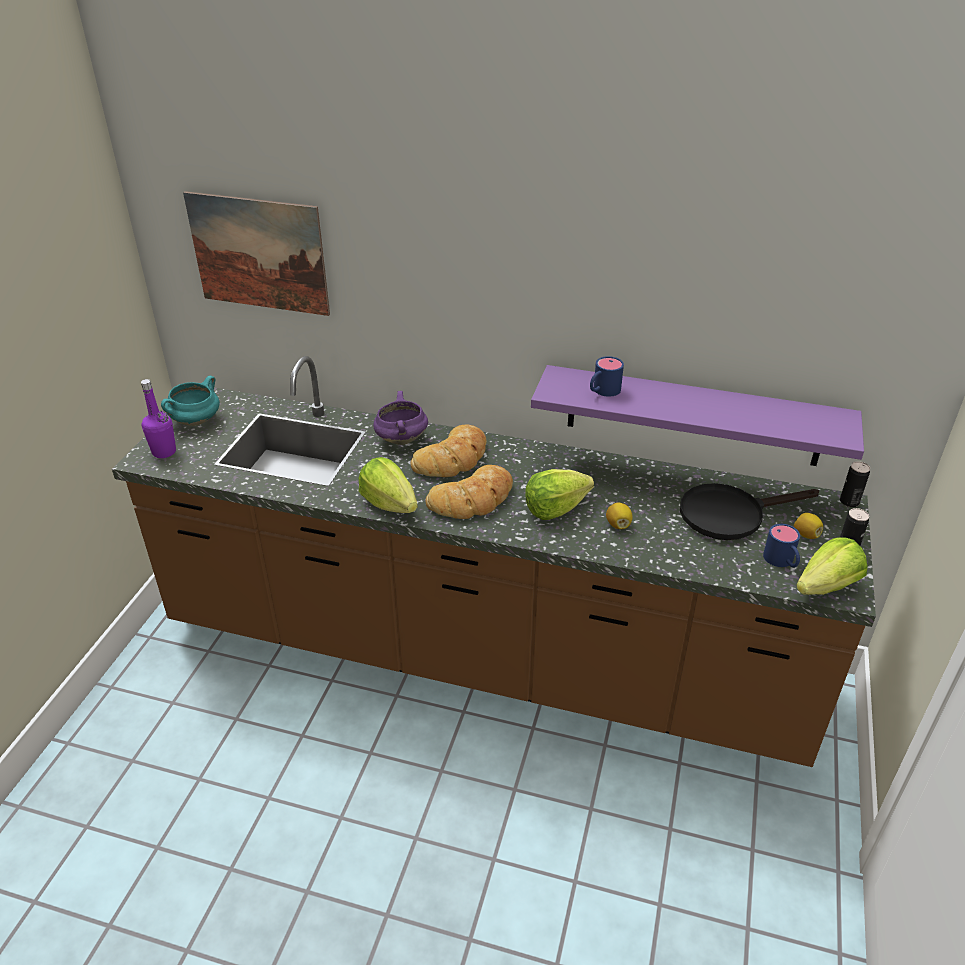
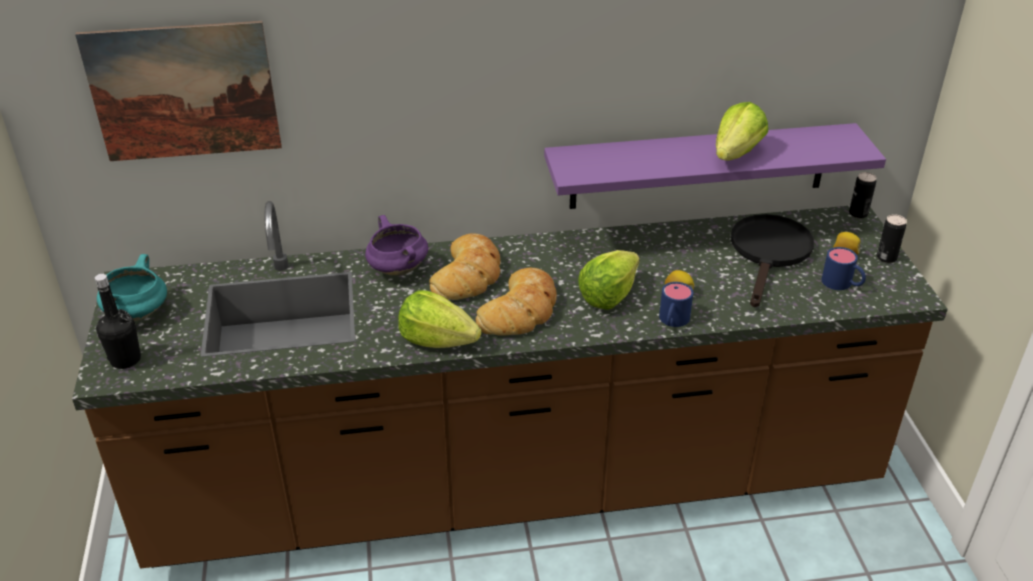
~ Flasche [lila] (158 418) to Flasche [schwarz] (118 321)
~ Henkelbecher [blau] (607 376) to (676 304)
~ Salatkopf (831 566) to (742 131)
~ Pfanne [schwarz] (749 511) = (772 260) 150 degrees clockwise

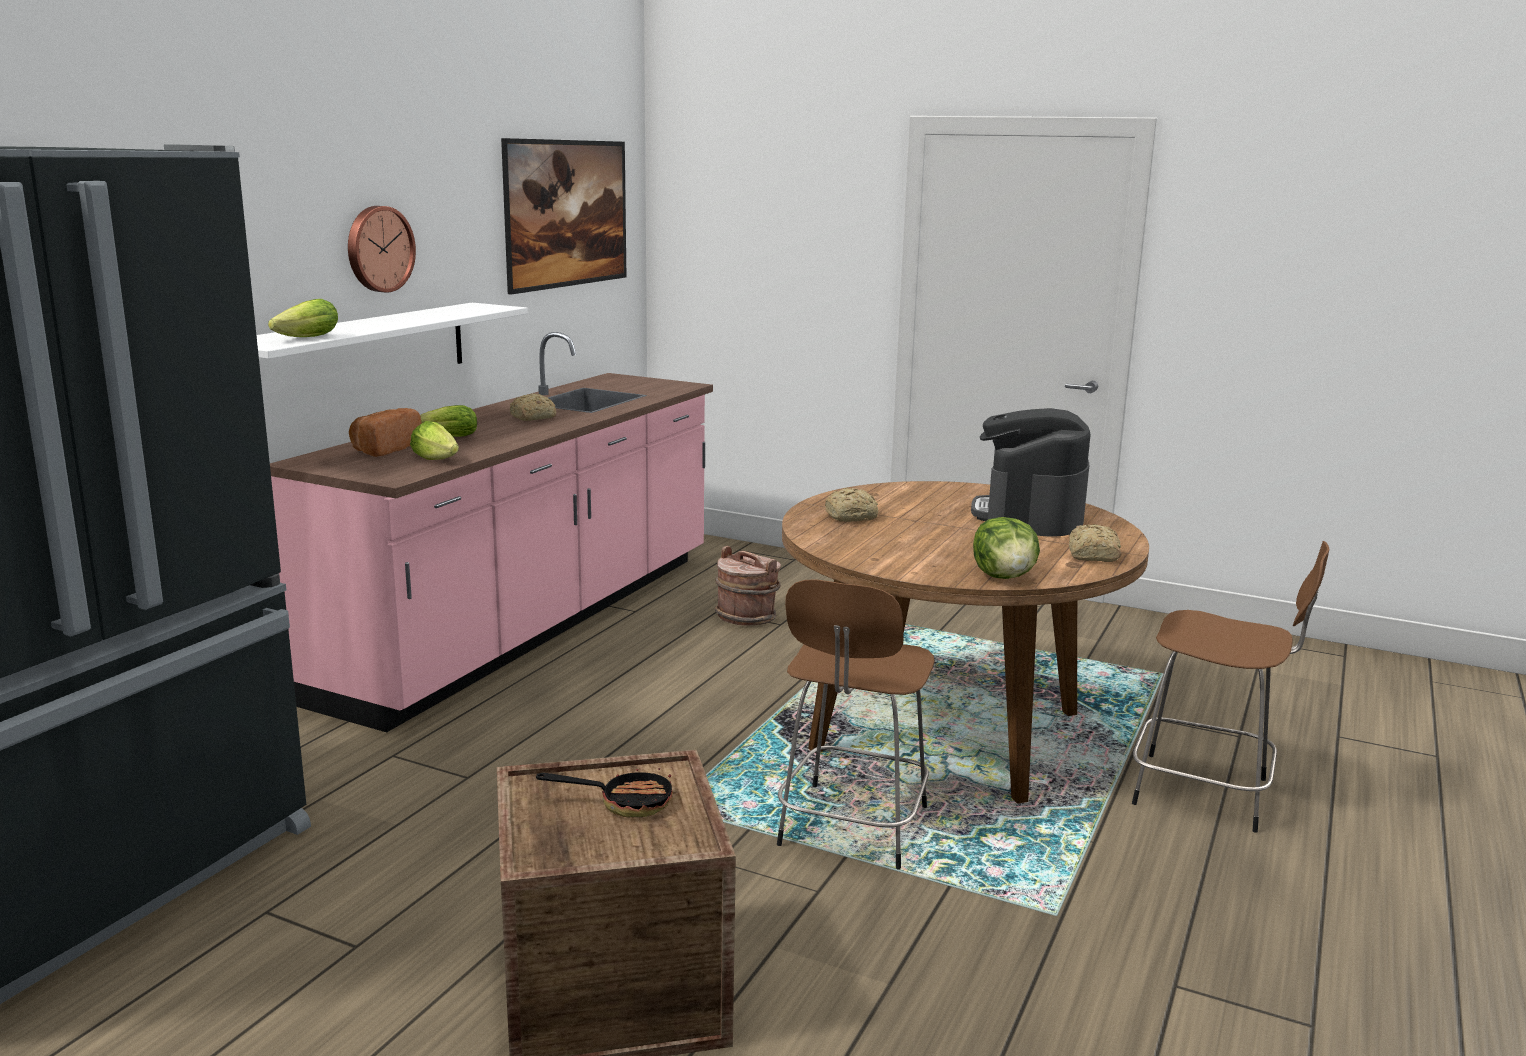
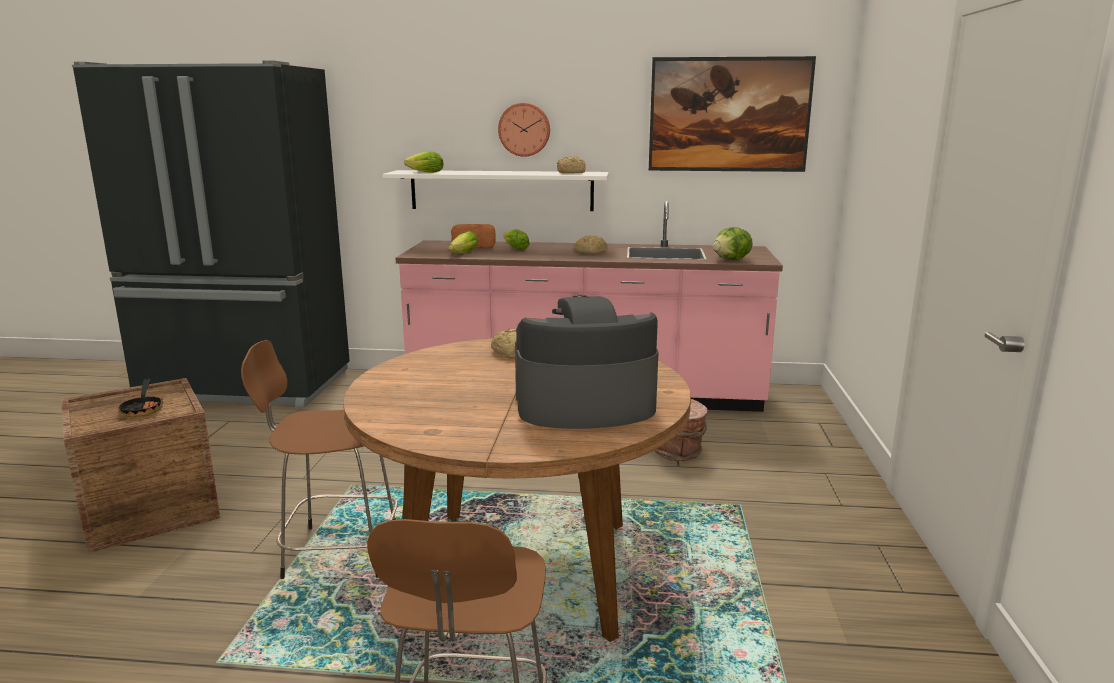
~ Brot (1095 543) to (571 165)
~ Salatkopf (1006 548) to (733 243)

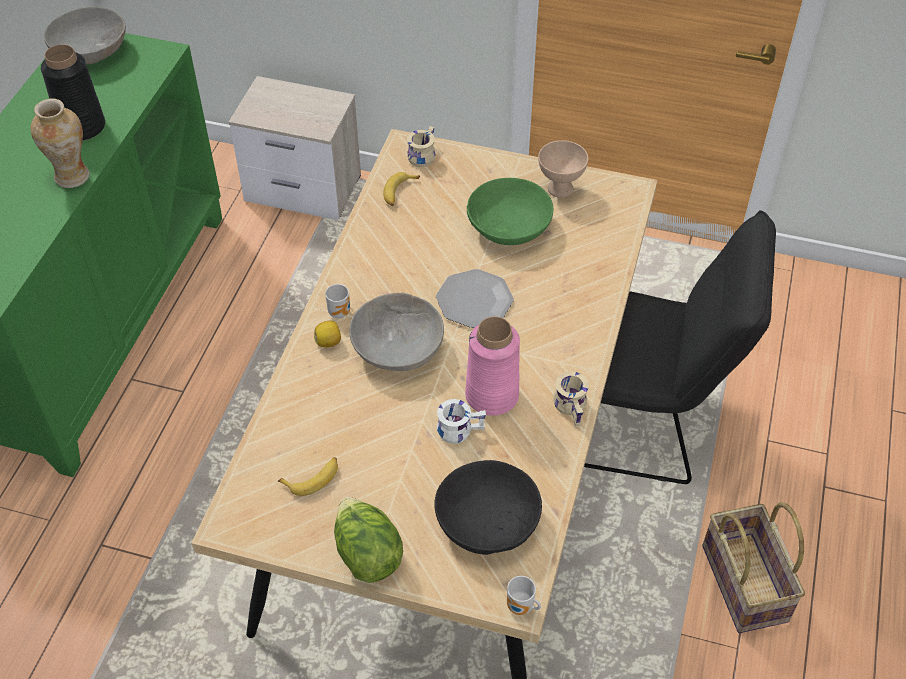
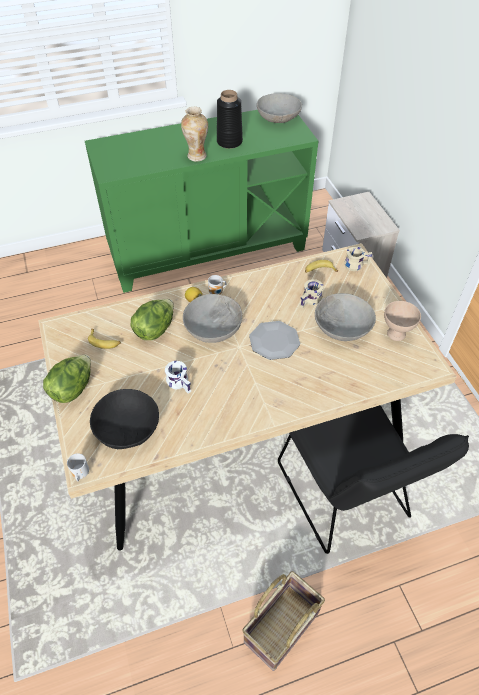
+ Salatkopf (152 319)
~ Henkelbecher [beige] (571 399) to (312 294)
~ Schüssel [grün] (510 211) to Schüssel [grau] (345 317)
- Vase [rosa] (492 366)

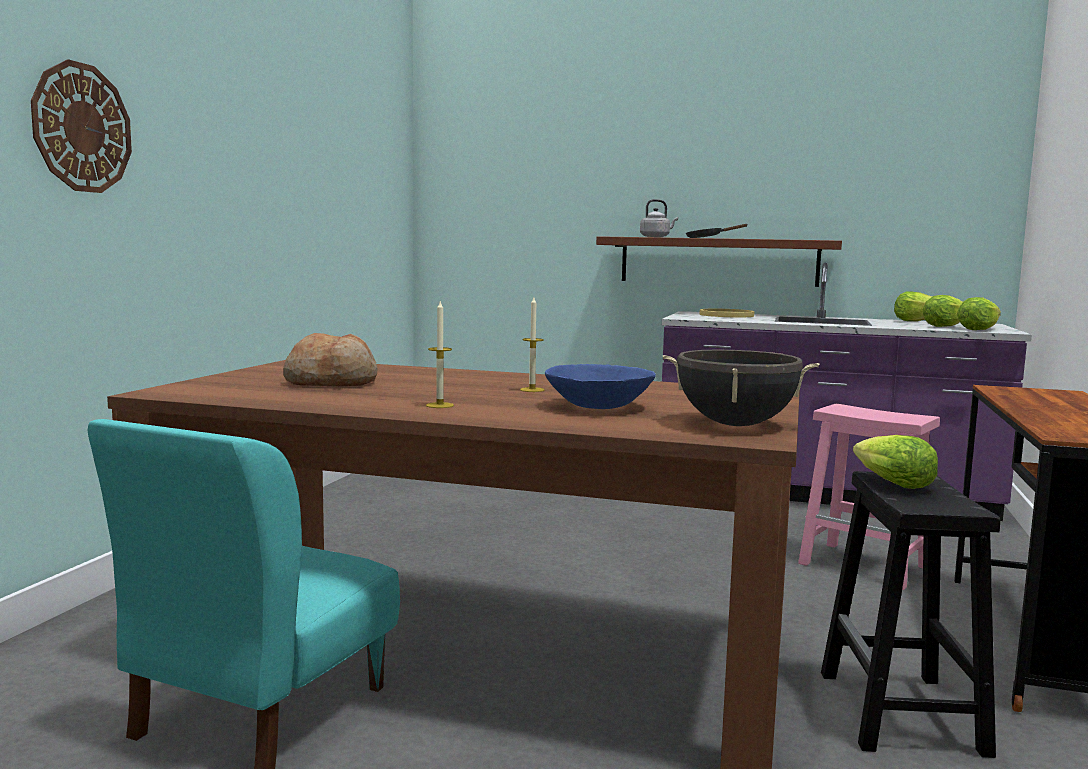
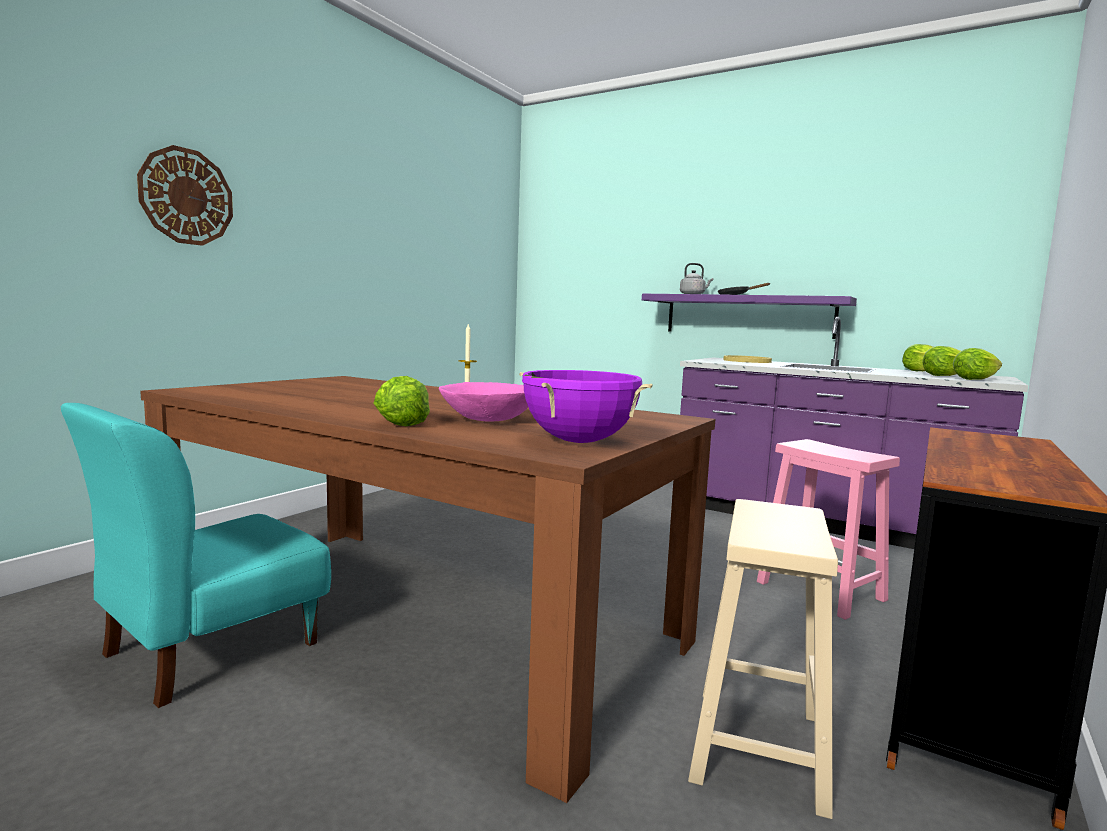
~ Salatkopf (895 462) to (401 401)
~ Schüssel [blau] (600 386) to Schüssel [rosa] (483 402)
~ Kochtopf [schwarz] (741 388) to Kochtopf [lila] (585 406)
~ Wandregal [braun] (719 261) to Wandregal [lila] (749 316)
~ Hocker [schwarz] (910 614) to Hocker [beige] (763 659)
- Brot (330 359)
- Kerze (440 355)

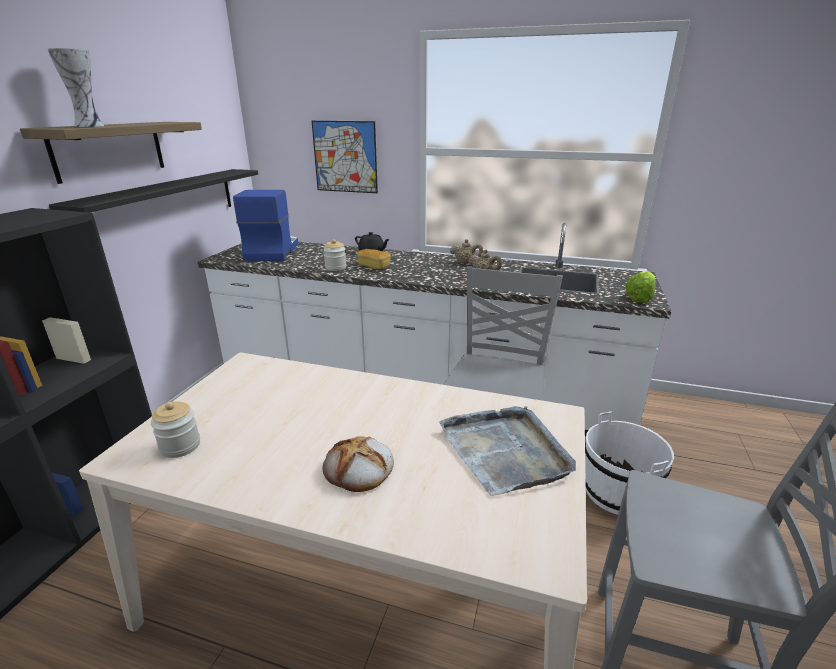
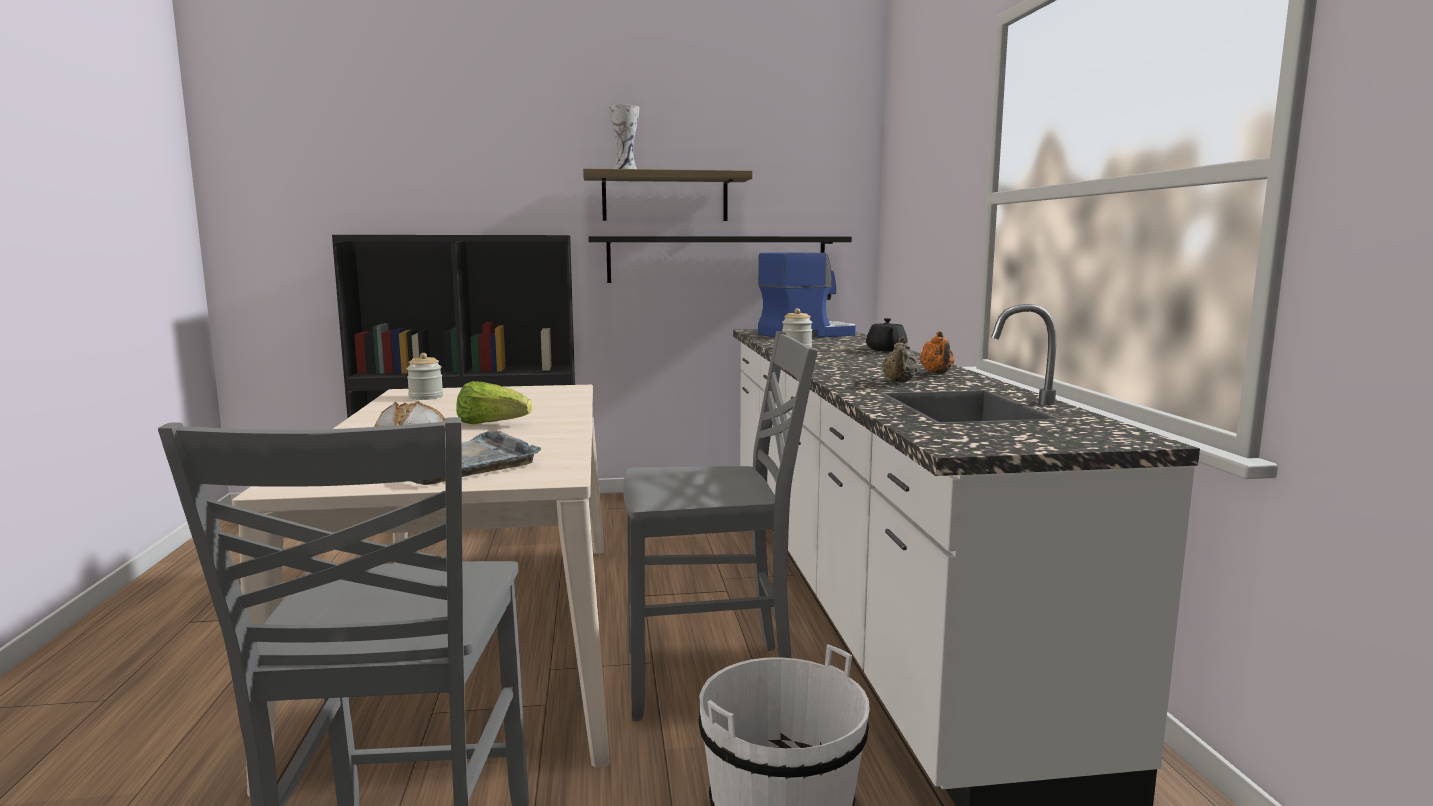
~ Salatkopf (640 286) to (494 402)
~ Teekanne [beige] (466 251) to Teekanne [orange] (937 352)
- Bild (345 157)
- Brot (374 259)

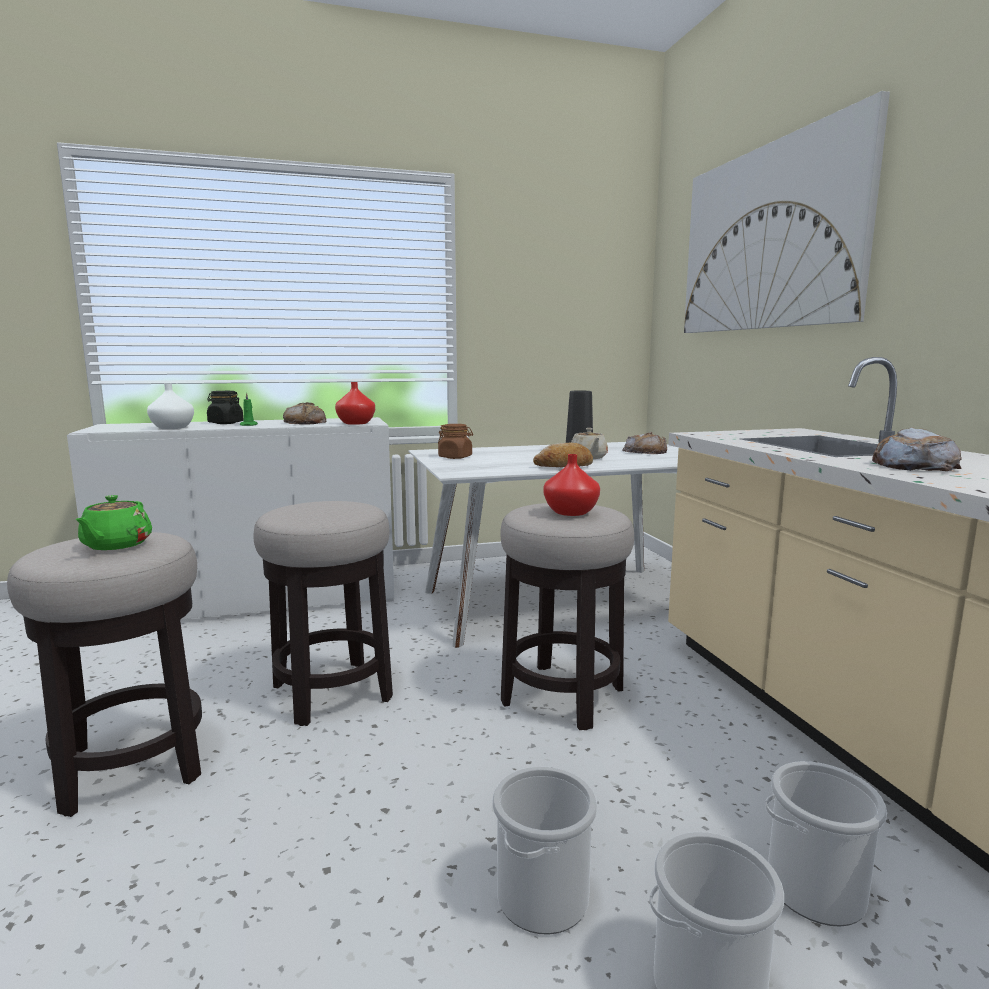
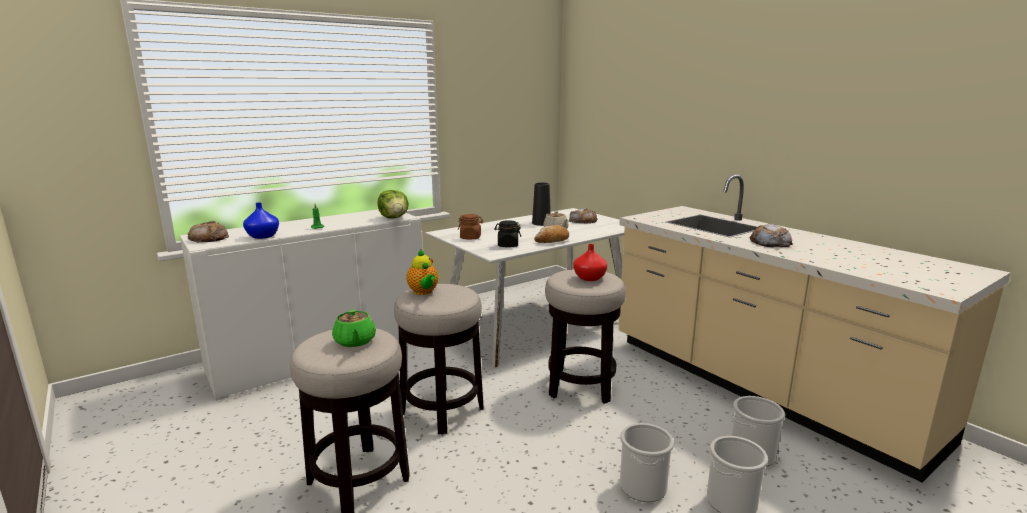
~ Brot (304 413) to (208 232)
~ Vase [weiß] (170 406) to Vase [blau] (261 221)
~ Vase [rot] (355 403) to Salatkopf (393 204)
+ Teekanne (422 272)
~ Vorratsglas [schwarz] (225 407) to (507 233)
- Bild (787 212)

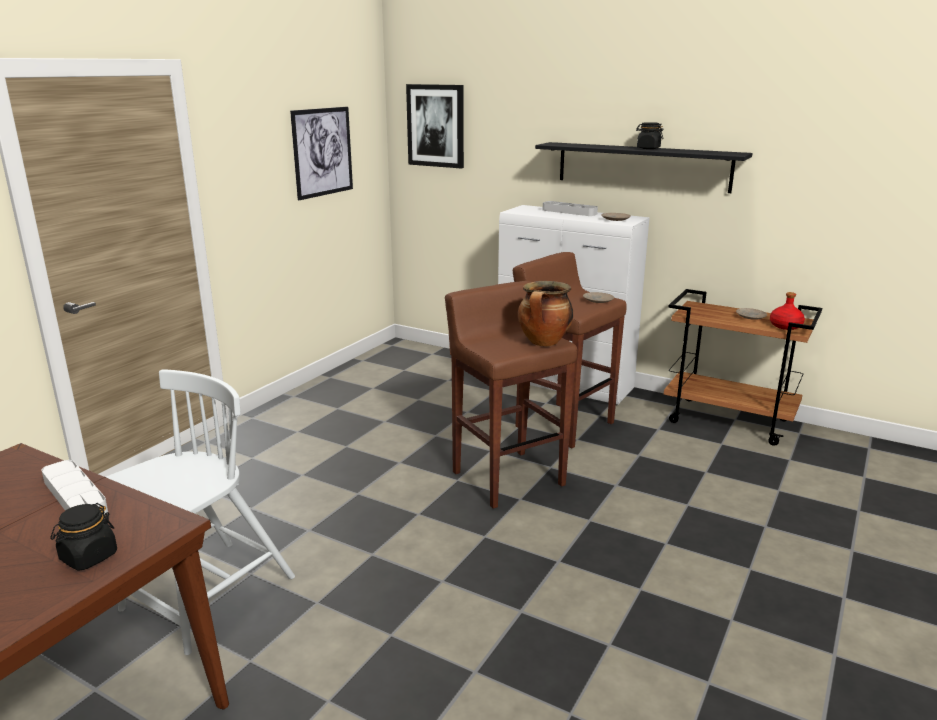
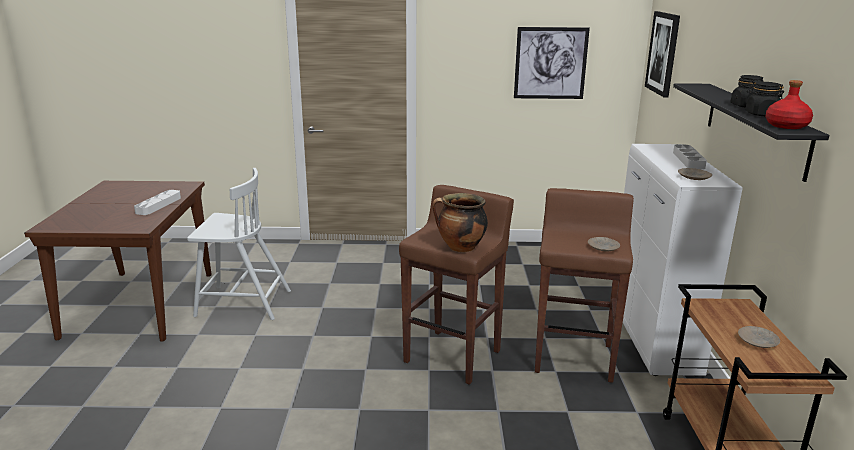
~ Vorratsglas [schwarz] (83 537) to (764 99)
~ Flasche [rot] (787 311) to (789 104)

